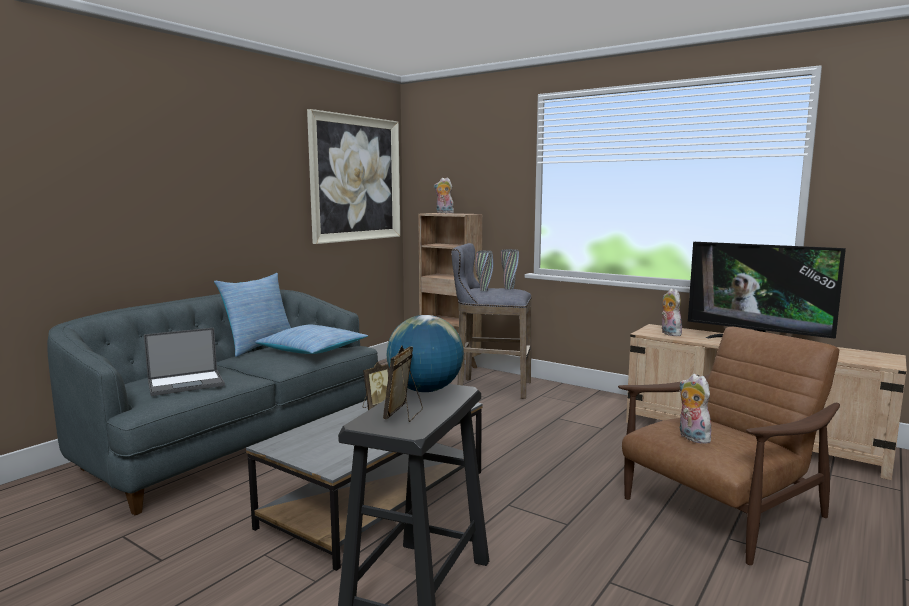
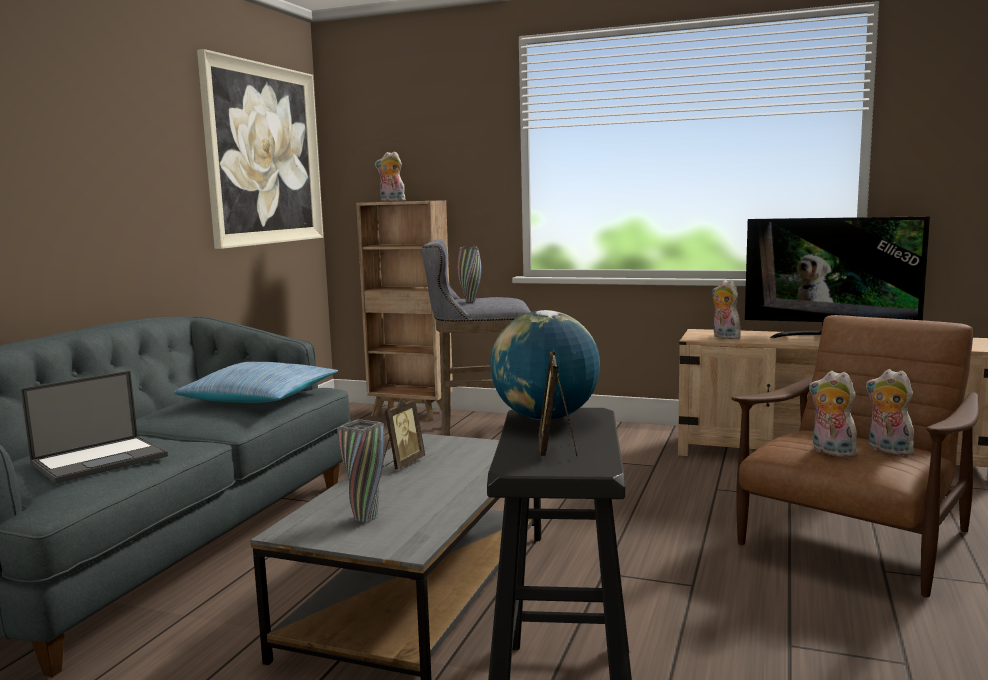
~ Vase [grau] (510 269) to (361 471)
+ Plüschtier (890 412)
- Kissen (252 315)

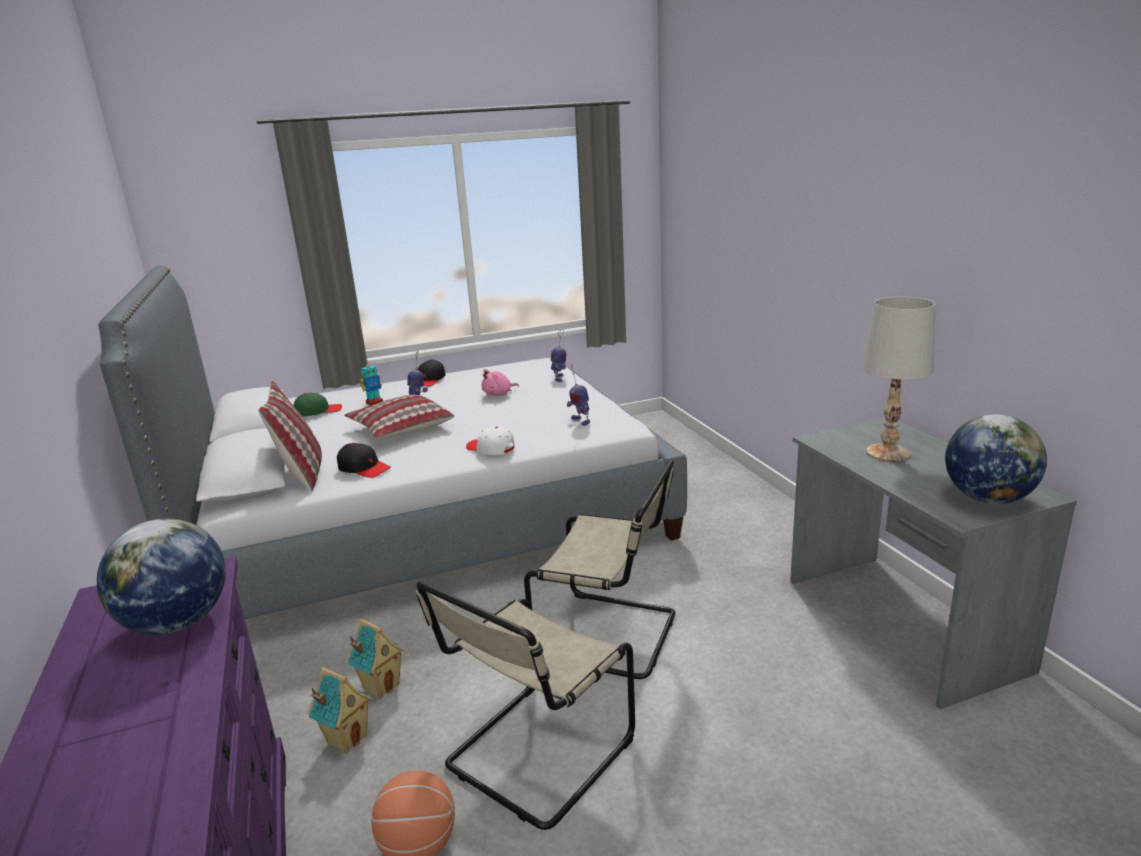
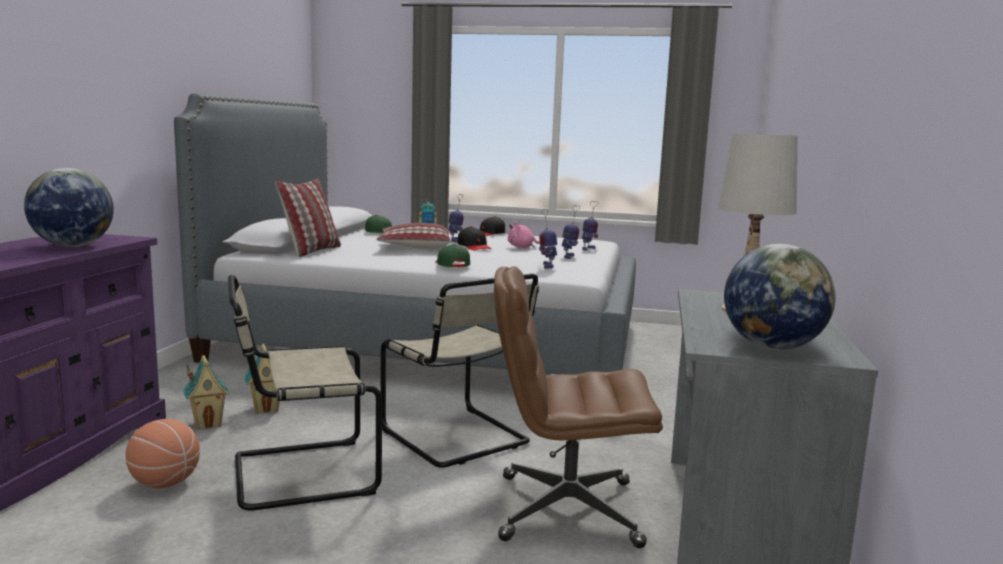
~ Kappe [weiß] (490 440) to Kappe [grün] (452 255)
~ Kappe [schwarz] (364 460) to (474 238)
+ Bürostuhl [braun] (578 407)
+ Spielzeugroboter (571 232)

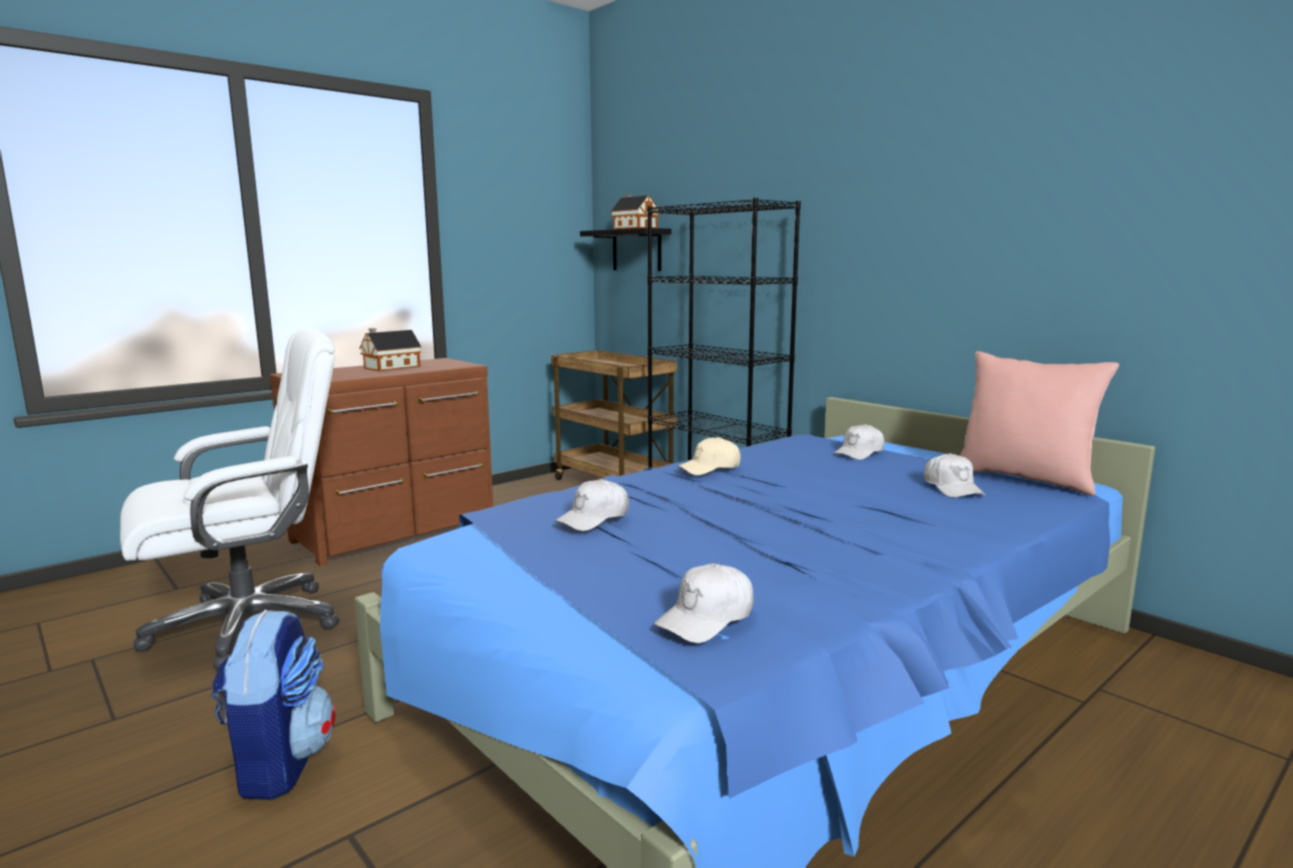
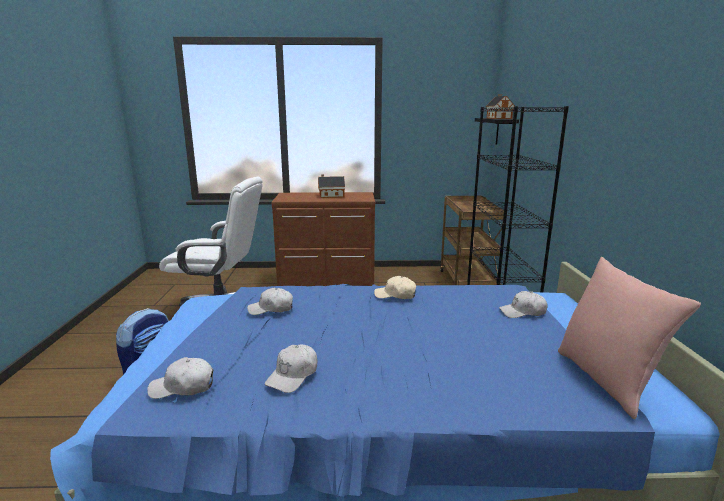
~ Kappe [weiß] (955 475) to (291 368)

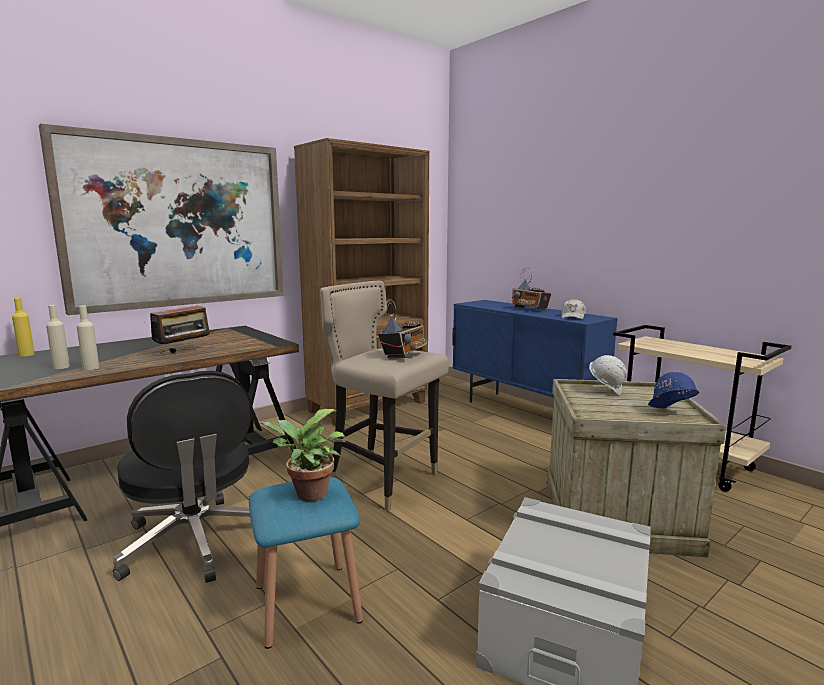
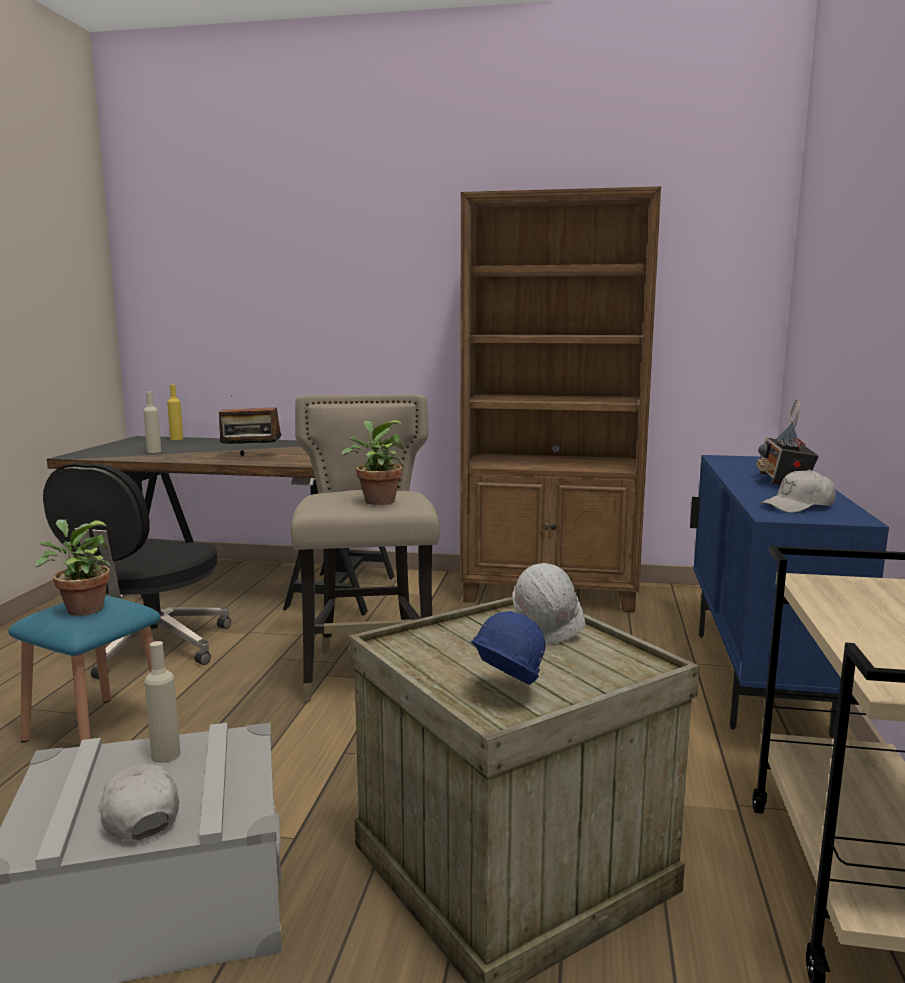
+ Kappe [weiß] (139 803)
~ Flasche [beige] (87 337) to (162 702)
~ Radio (403 328) to Topfpflanze (373 462)
- Bild (161 219)

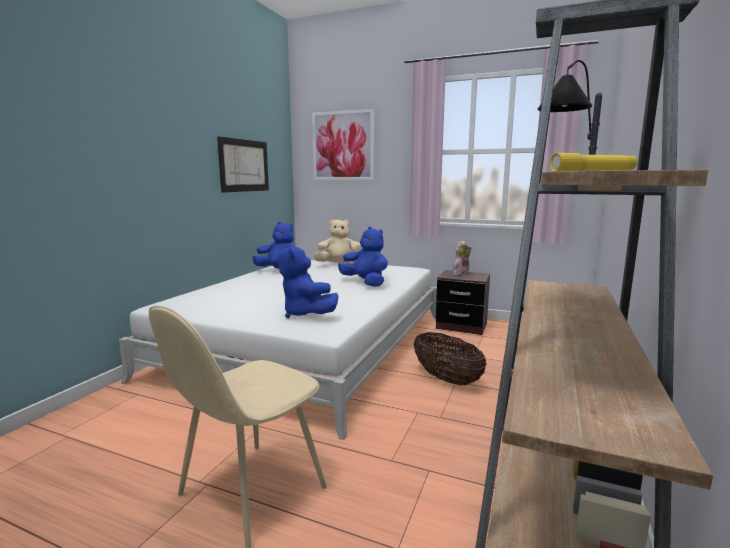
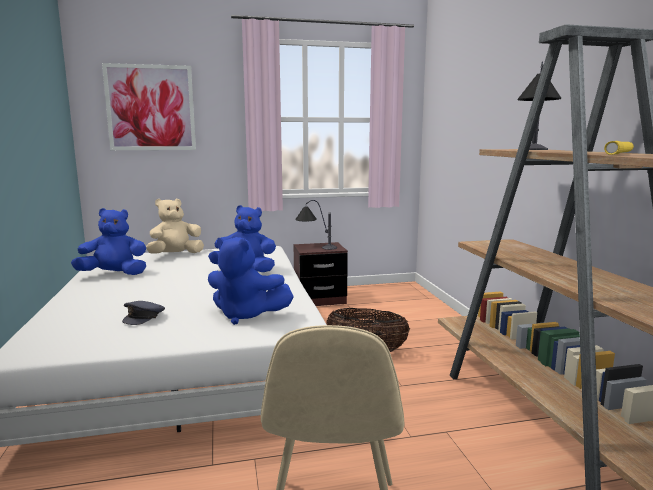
+ Kappe [grau] (143 313)
~ Plüschtier (462 258) to Tischlampe (316 225)
- Bild (243 164)

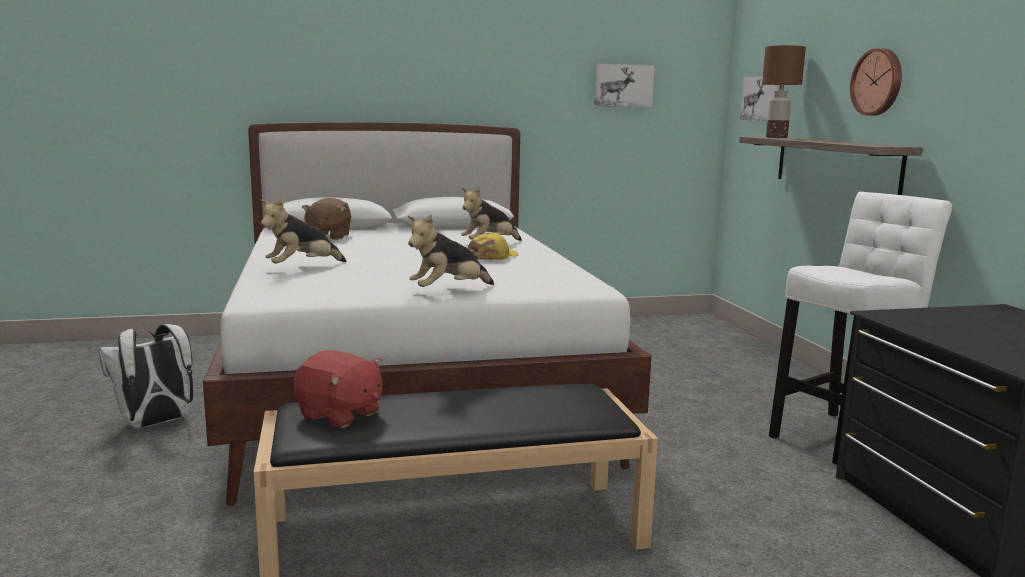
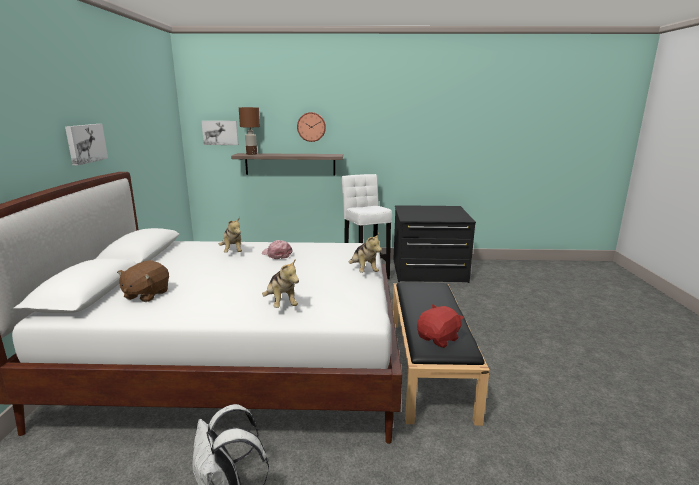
~ Bild (624 86) to (86 145)
~ Plüschtier [braun] (326 219) = (143 281) 90 degrees clockwise
~ Kappe [gelb] (492 246) to Kappe [rosa] (277 249)

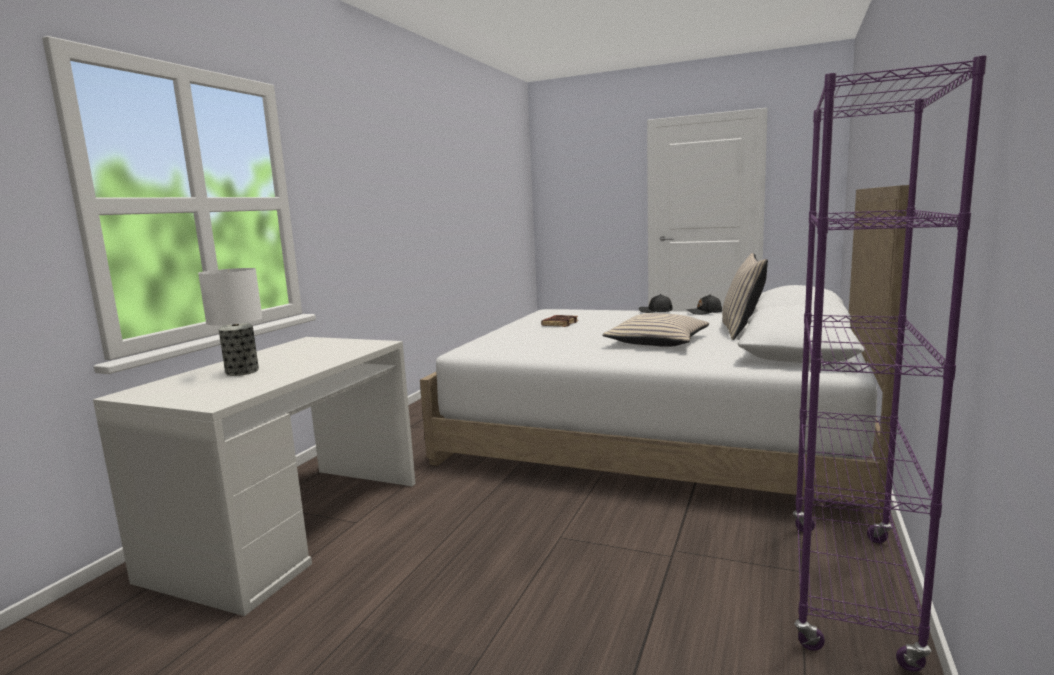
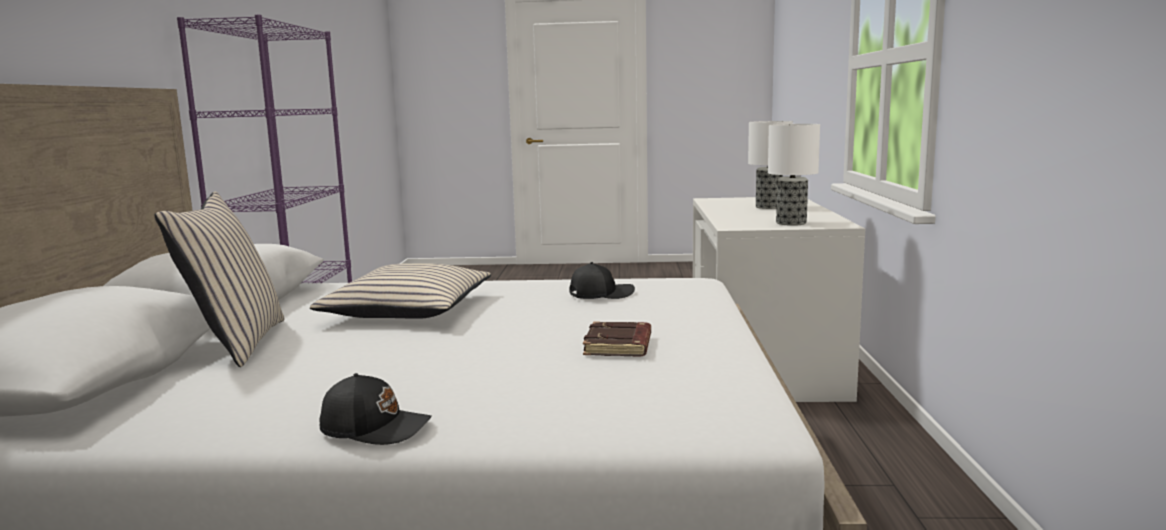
~ Kappe [schwarz] (704 304) to (602 280)
+ Tischlampe (794 175)

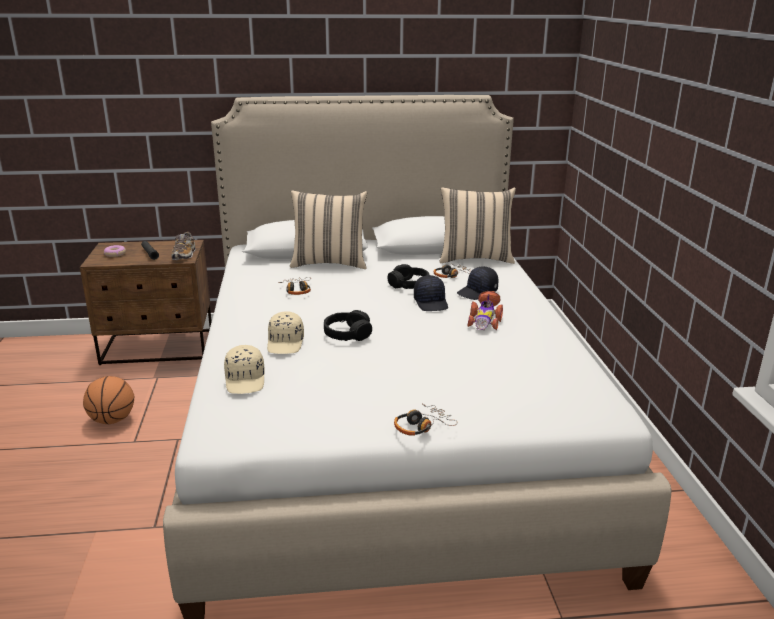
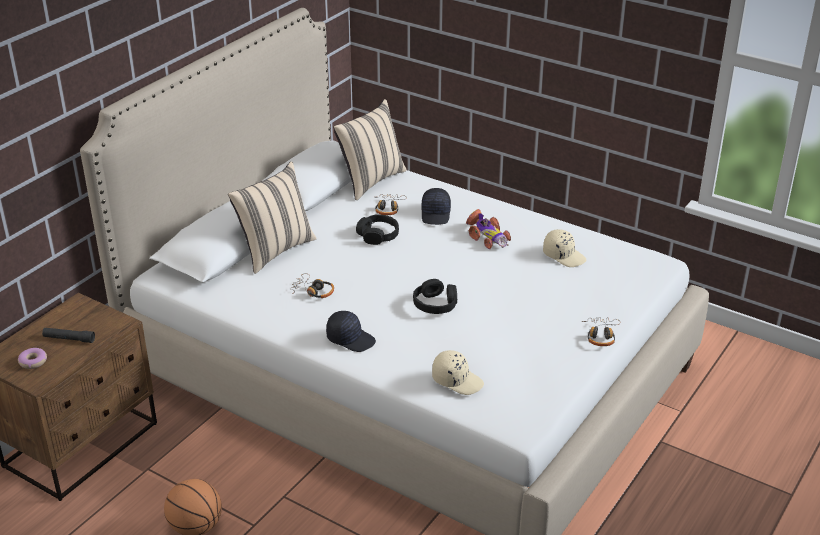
~ Kappe [schwarz] (431 293) to (351 331)
~ Kappe [beige] (285 332) to (564 248)
- Schuh (183 246)

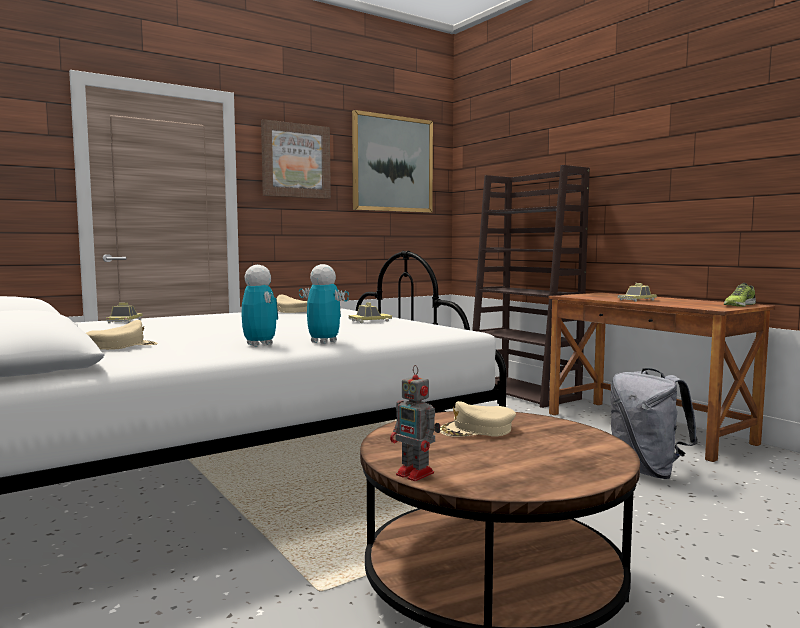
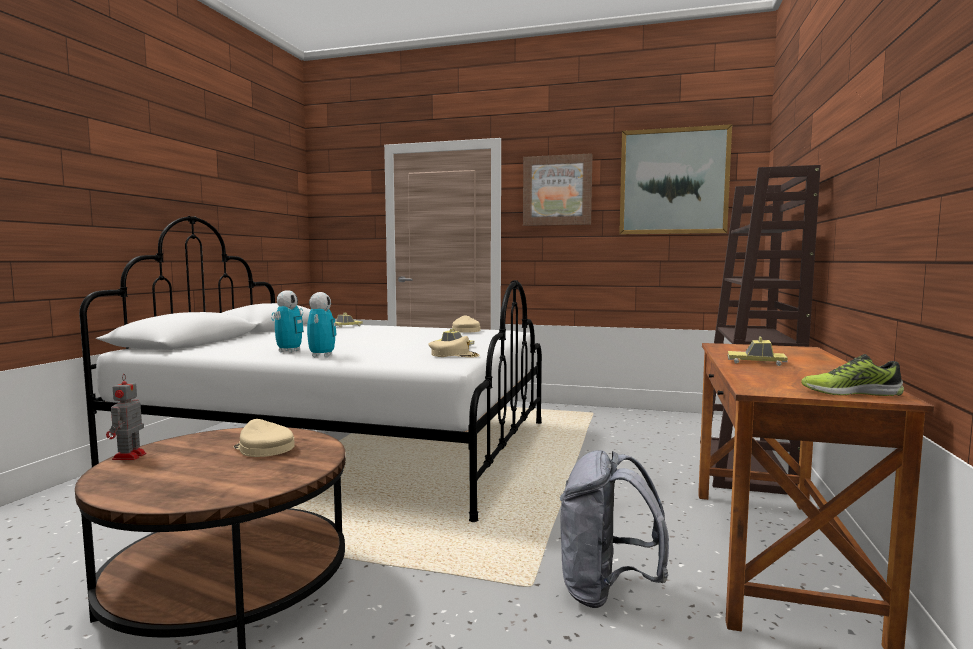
~ Kappe [beige] (122 335) to (454 347)

